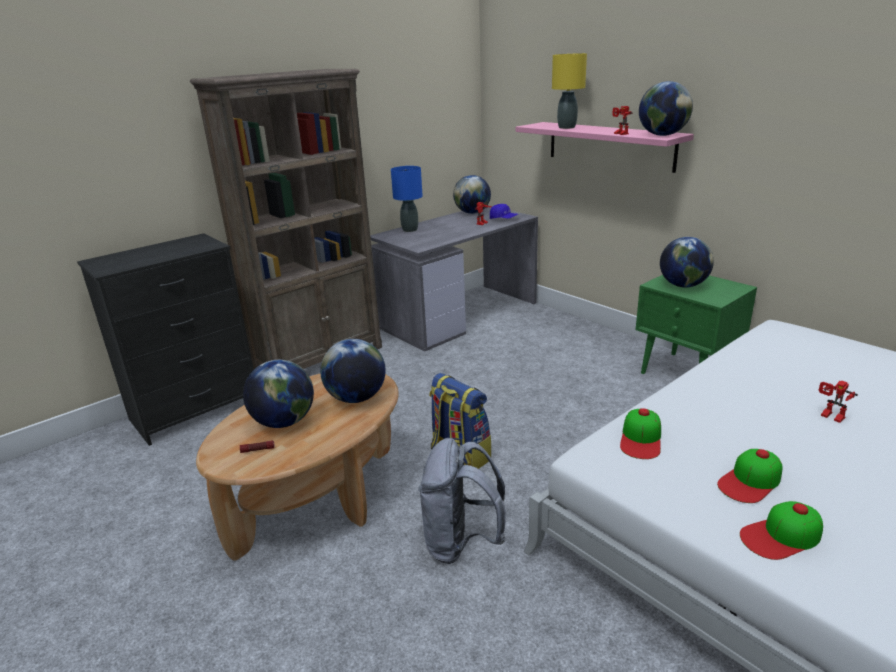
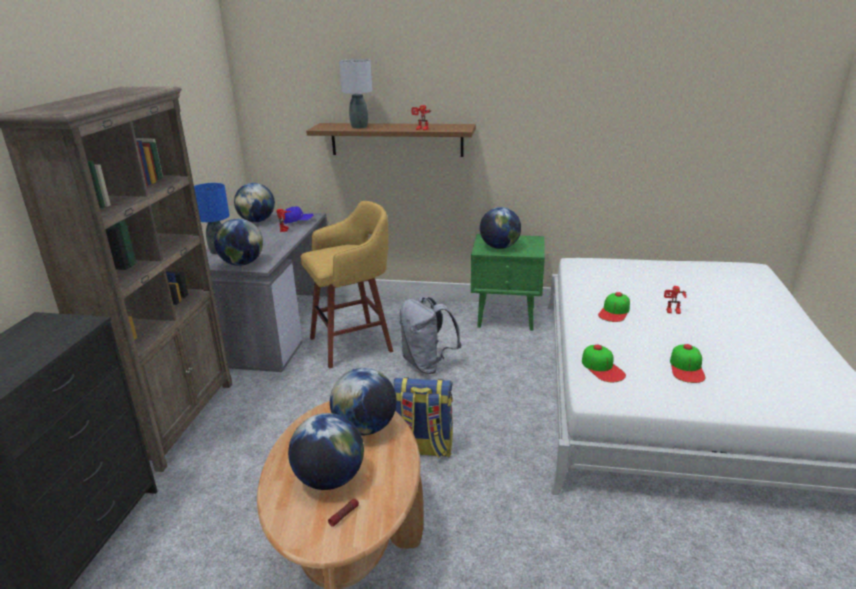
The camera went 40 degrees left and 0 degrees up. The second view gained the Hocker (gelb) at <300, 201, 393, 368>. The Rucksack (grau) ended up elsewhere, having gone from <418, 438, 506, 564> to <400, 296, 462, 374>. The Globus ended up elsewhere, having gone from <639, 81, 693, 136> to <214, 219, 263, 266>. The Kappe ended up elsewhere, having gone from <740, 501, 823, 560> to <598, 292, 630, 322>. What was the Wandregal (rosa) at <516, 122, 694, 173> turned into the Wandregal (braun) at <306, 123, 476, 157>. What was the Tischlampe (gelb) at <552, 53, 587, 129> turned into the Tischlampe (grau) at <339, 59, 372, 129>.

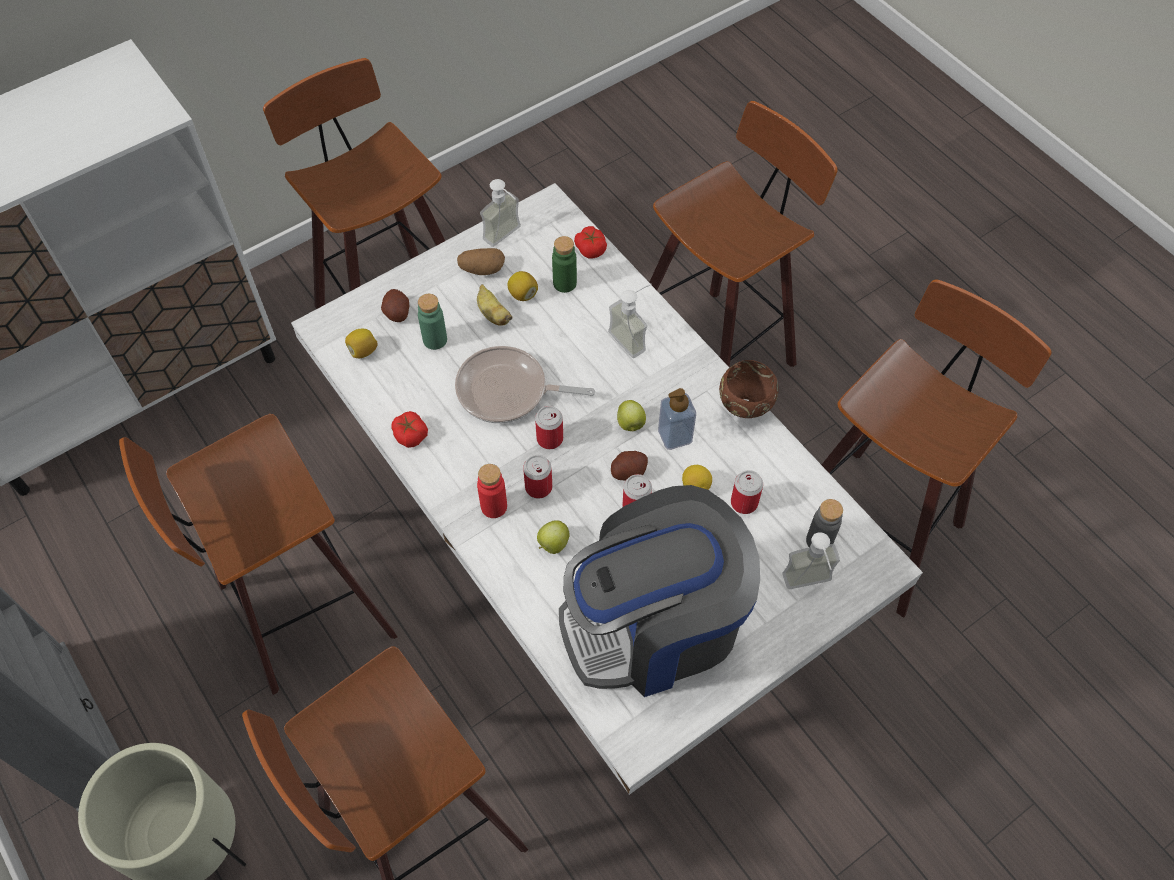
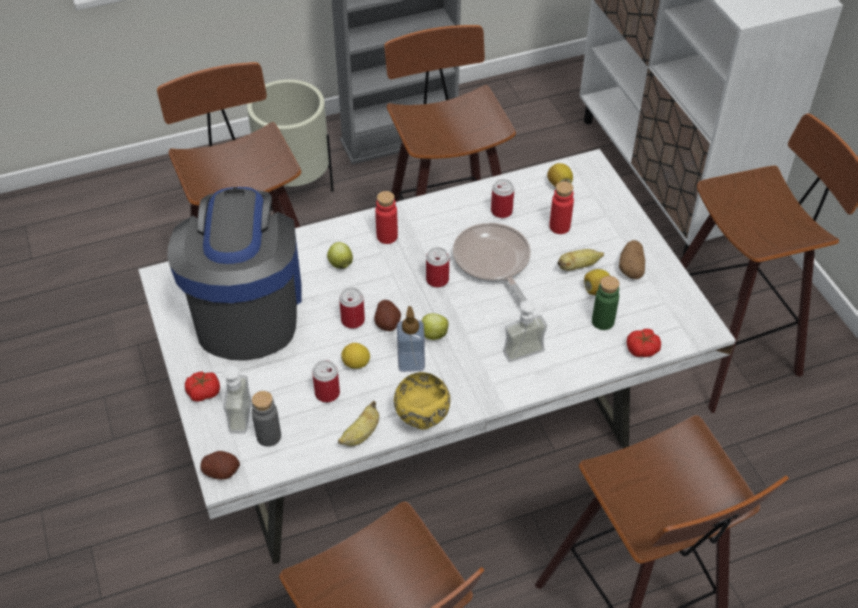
The camera went 105 degrees right and 10 degrees down. The second view lost the Seifenspender at <480, 179, 521, 247>. The second view gained the Banane at <338, 401, 379, 446>. The Kartoffel ended up elsewhere, having gone from <381, 289, 409, 322> to <200, 451, 240, 480>. The Tomate ended up elsewhere, having gone from <391, 411, 428, 448> to <185, 371, 220, 402>. The Dose ended up elsewhere, having gone from <523, 455, 552, 499> to <491, 179, 514, 218>. What was the Flasche (grün) at <418, 294, 447, 350> turned into the Flasche (rot) at <549, 181, 574, 234>. What was the Schüssel (braun) at <719, 360, 779, 418> turned into the Schüssel (gelb) at <394, 372, 450, 430>. The Pfanne at <455, 346, 595, 423> ended up facing another way, 45 degrees counterclockwise from before.

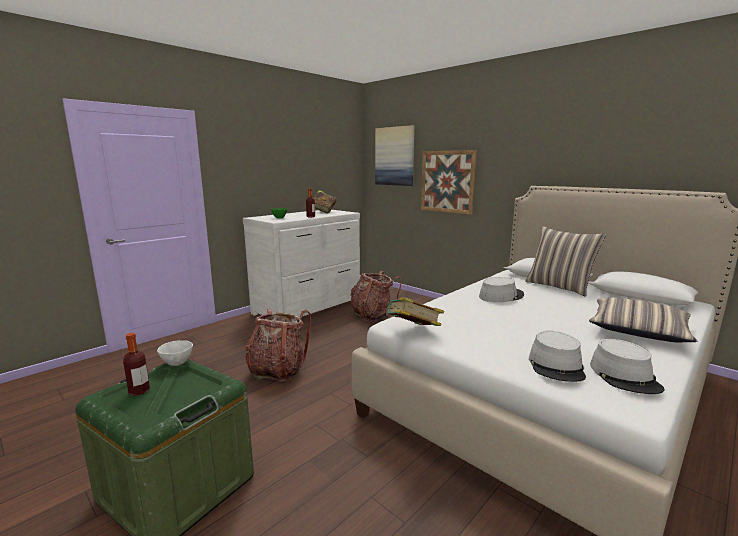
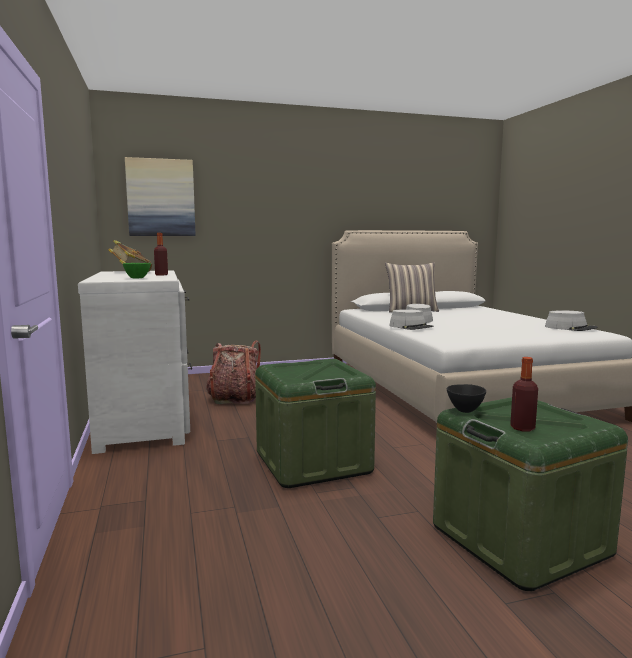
The camera went 60 degrees left and 5 degrees down. The second view lost the Buch at <386, 297, 444, 326>. The second view lost the Bild at <421, 150, 477, 215>. The second view lost the Kissen at <589, 297, 697, 342>. The Hut (grau) ended up elsewhere, having gone from <529, 331, 586, 382> to <389, 309, 434, 330>. Where the Rucksack stood at <246, 309, 311, 382>, the Aufbewahrungsbox (grün) came to stand at <255, 359, 376, 488>. What was the Schüssel (weiß) at <157, 340, 193, 366> turned into the Schüssel (schwarz) at <447, 384, 486, 413>.

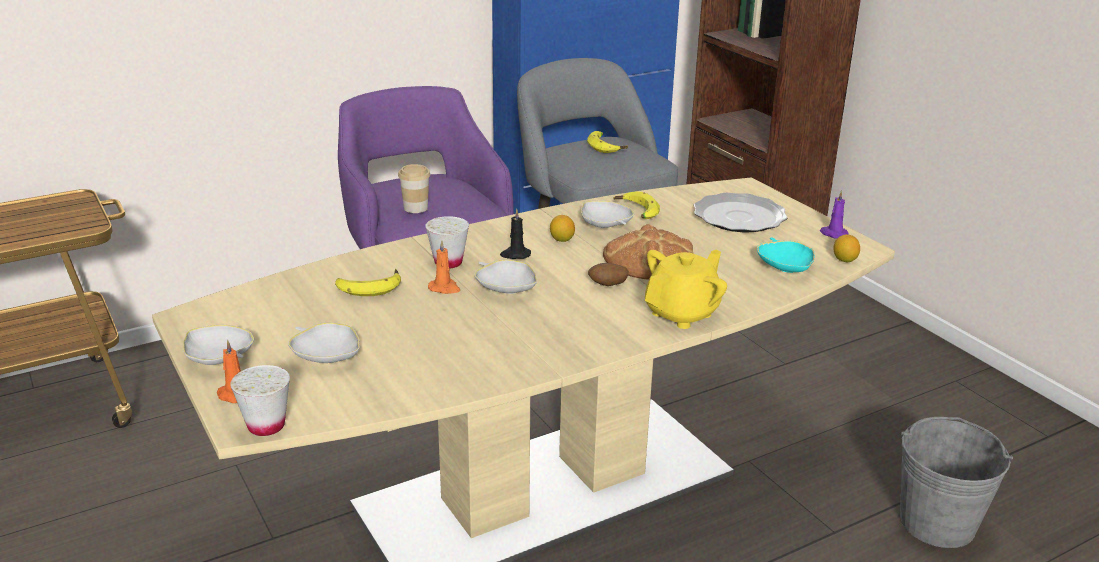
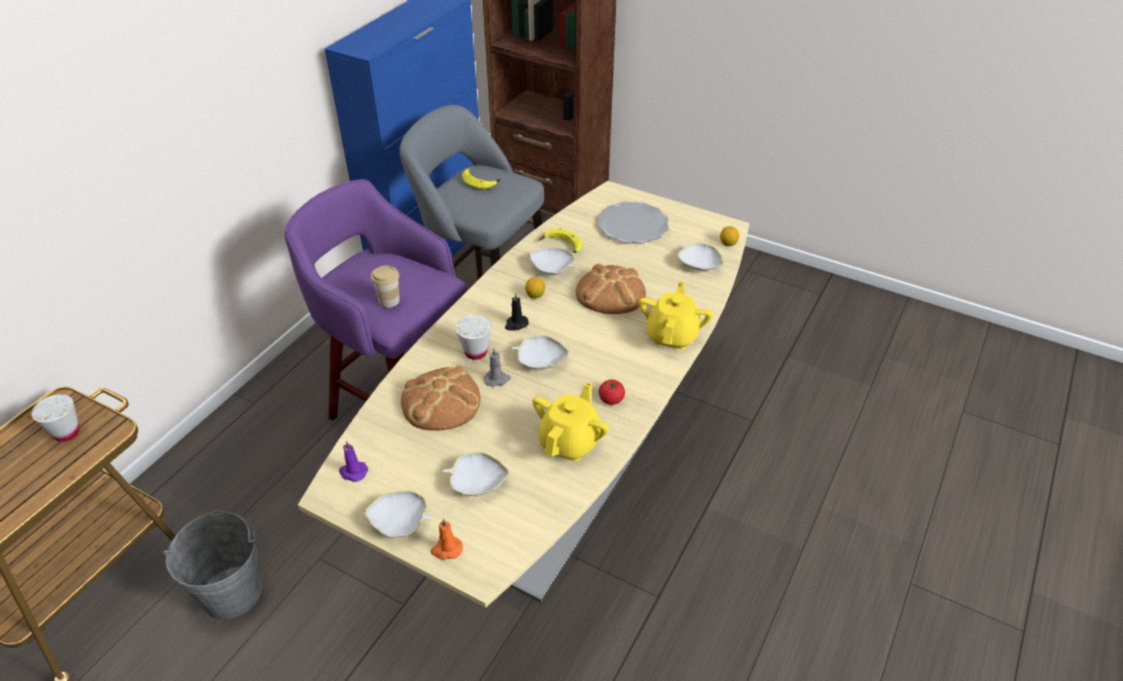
The camera went 30 degrees left and 15 degrees up. The second view lost the Kartoffel at <588, 263, 629, 286>. The second view gained the Teekanne (gelb) at <532, 382, 609, 461>. The second view gained the Tomate at <599, 379, 625, 405>. The Tasse (weiß) ended up elsewhere, having gone from <230, 365, 290, 436> to <32, 394, 79, 442>. The Kerze (lila) ended up elsewhere, having gone from <820, 190, 849, 239> to <339, 441, 368, 482>. The Eimer (grau) ended up elsewhere, having gone from <900, 417, 1013, 548> to <163, 510, 262, 619>. Where the Banane stood at <335, 269, 401, 296>, the Brot came to stand at <401, 366, 480, 431>. What was the Kerze (orange) at <428, 240, 460, 294> turned into the Kerze (grau) at <484, 348, 511, 387>. What was the Schüssel (türkis) at <757, 237, 815, 273> turned into the Schüssel (weiß) at <678, 242, 723, 271>.

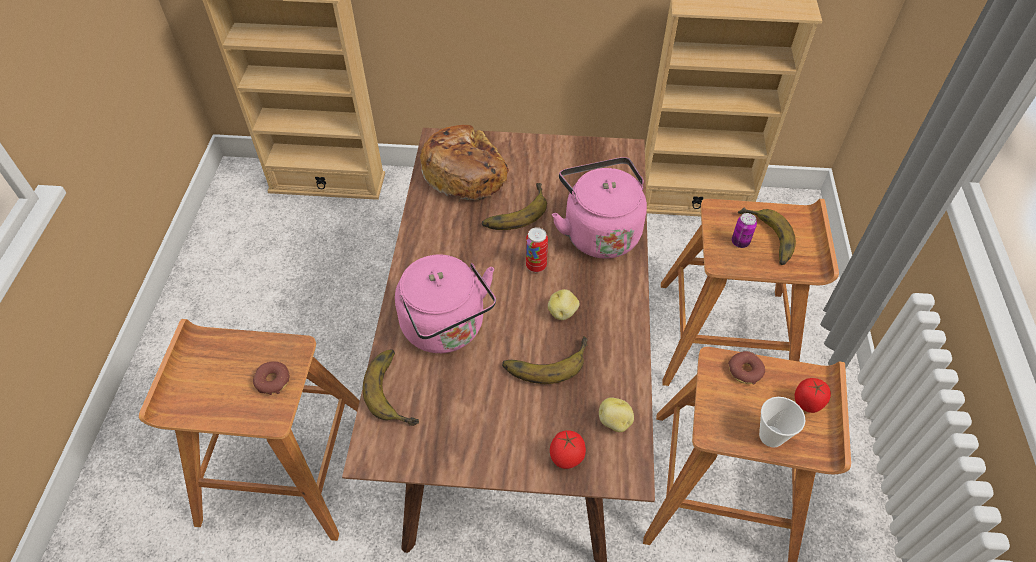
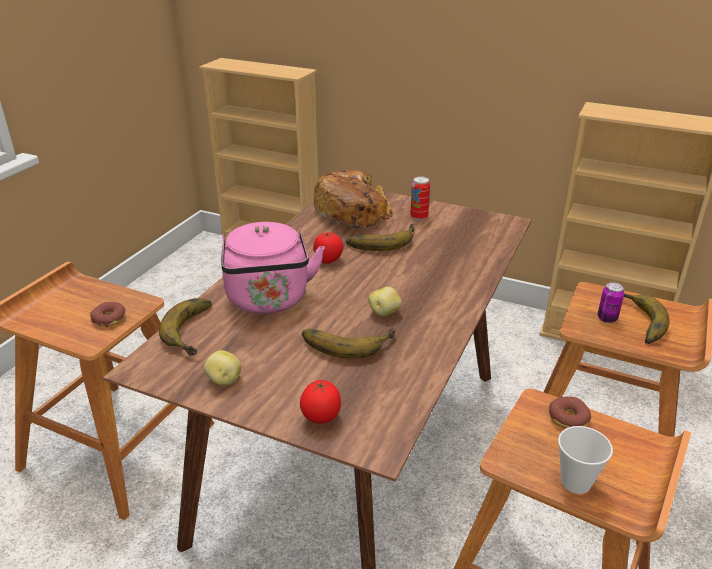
The camera went 20 degrees right and 20 degrees down. The second view lost the Wasserkessel (rosa) at <552, 157, 647, 259>. The Dose ended up elsewhere, having gone from <526, 227, 548, 272> to <410, 176, 430, 220>. The Kartoffel ended up elsewhere, having gone from <599, 397, 634, 432> to <204, 350, 241, 386>. The Tomate ended up elsewhere, having gone from <795, 378, 831, 413> to <313, 232, 344, 264>.

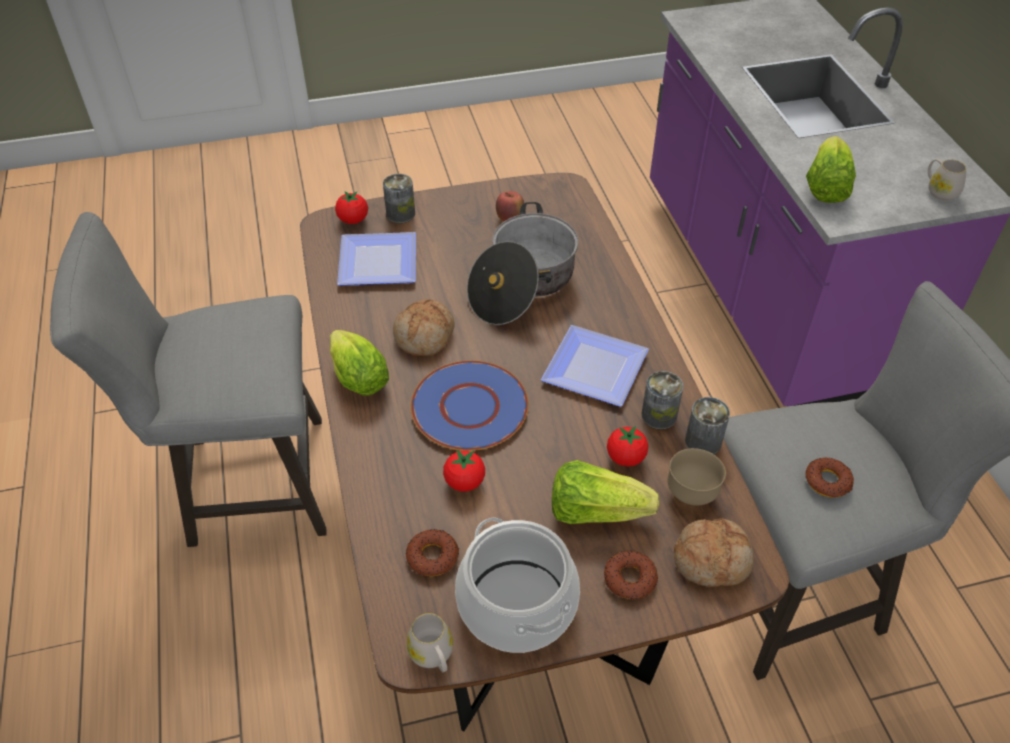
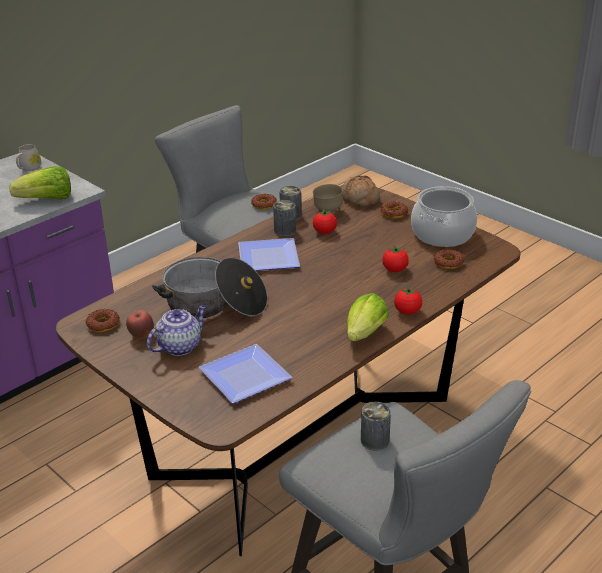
The camera went 120 degrees left and 15 degrees down. The second view lost the Brot at <393, 299, 455, 356>. The second view lost the Henkelbecher (weiß) at <407, 613, 453, 672>. The second view lost the Teller (blau) at <411, 361, 528, 451>. The second view lost the Salatkopf at <552, 460, 659, 524>. The second view gained the Donut at <86, 309, 119, 332>. The second view gained the Teekanne at <147, 305, 207, 356>. The Tomate ended up elsewhere, having gone from <335, 191, 368, 224> to <394, 286, 422, 315>. The Dose ended up elsewhere, having gone from <383, 174, 415, 223> to <361, 402, 391, 451>.

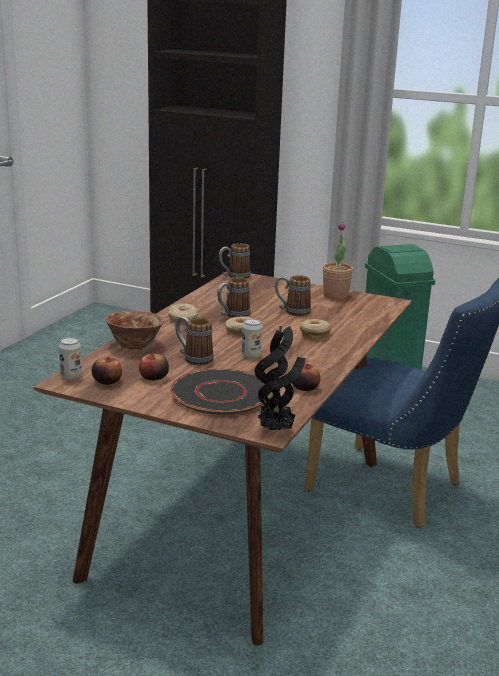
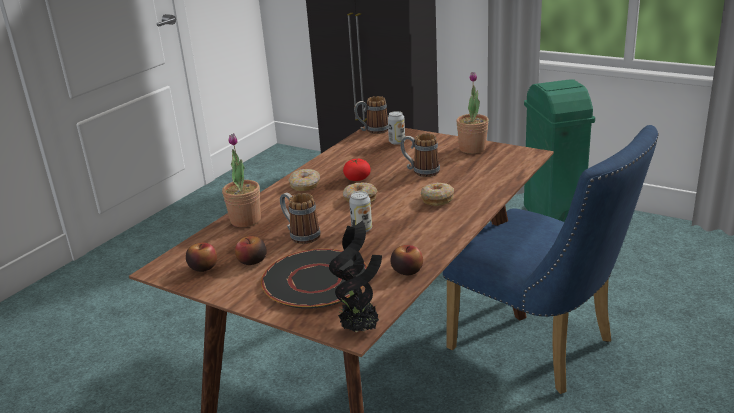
The camera went 10 degrees right and 5 degrees up. The Dose ended up elsewhere, having gone from <59, 337, 82, 380> to <388, 111, 405, 145>. Where the Schüssel stood at <106, 310, 164, 350>, the Topfpflanze came to stand at <222, 133, 261, 227>. Where the Henkelbecher stood at <217, 277, 251, 318>, the Tomate came to stand at <343, 159, 371, 181>.

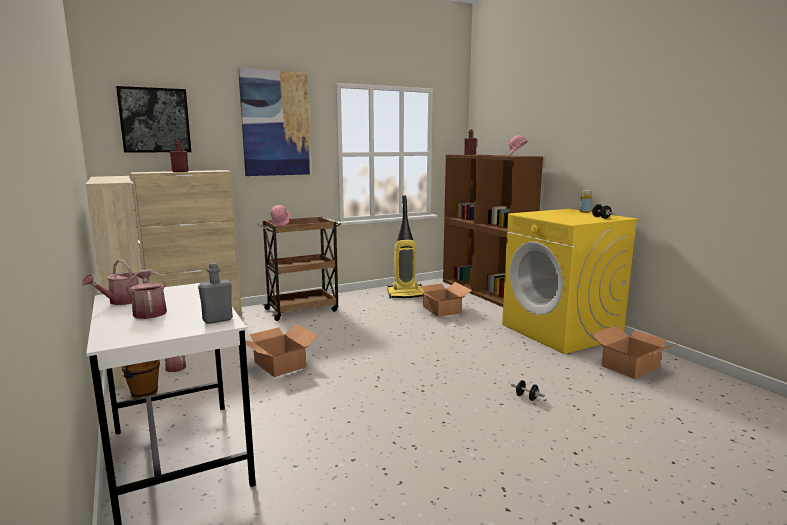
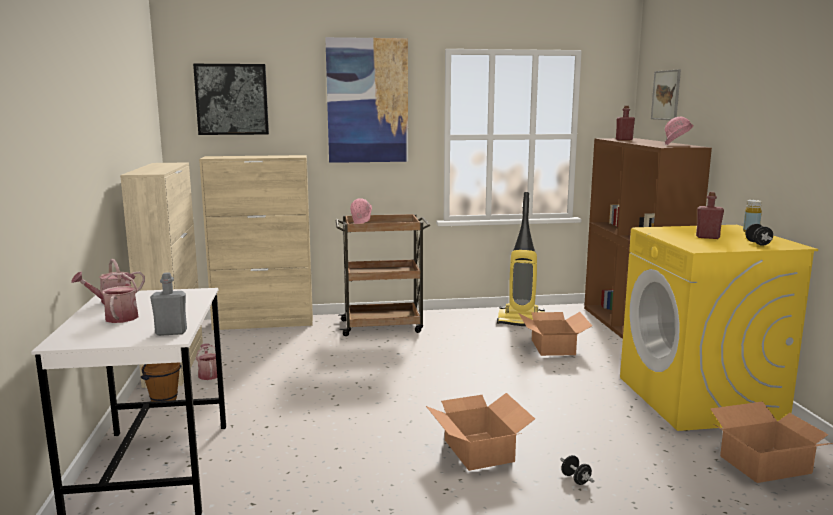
The camera went 20 degrees right and 0 degrees up. The second view gained the Bild at <651, 69, 681, 120>. The Flasche (rot) ended up elsewhere, having gone from <170, 140, 189, 172> to <696, 192, 724, 239>. The Karton ended up elsewhere, having gone from <245, 324, 318, 377> to <426, 393, 535, 471>.

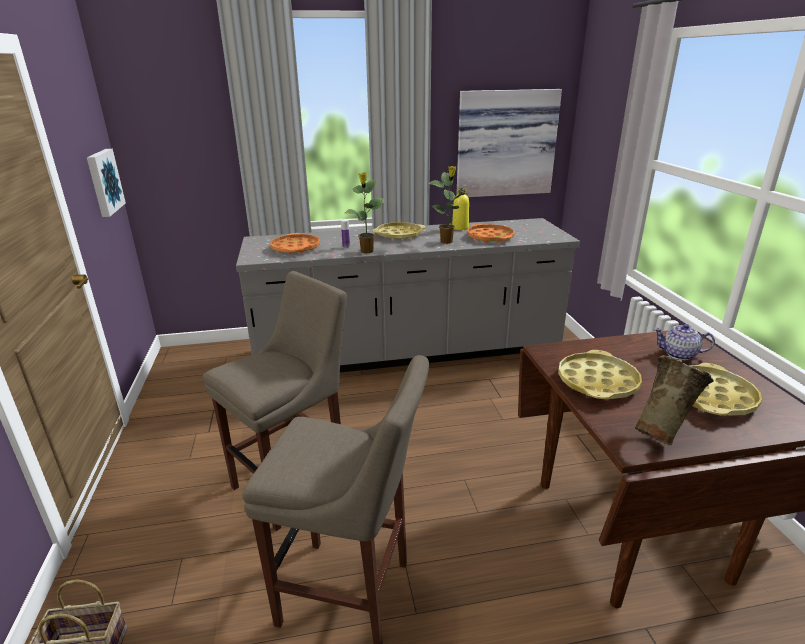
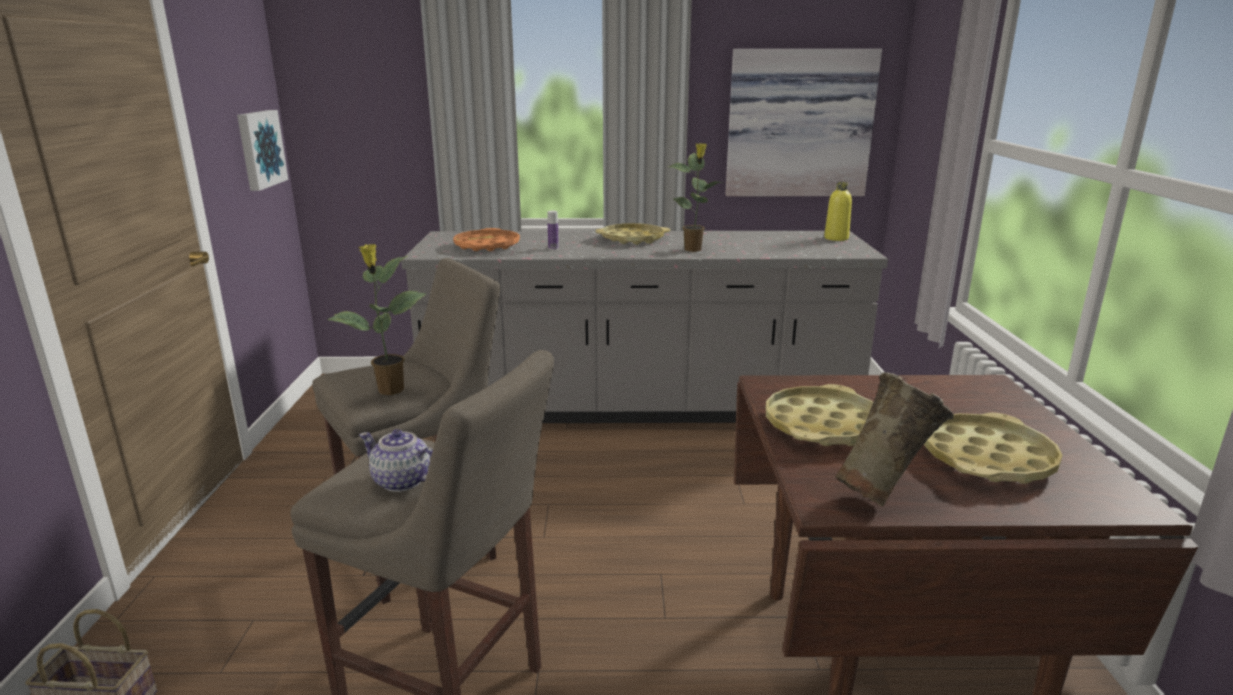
The camera went 10 degrees right and 5 degrees down. The second view lost the Tablett (orange) at <467, 224, 514, 243>. The Topfpflanze ended up elsewhere, having gone from <345, 172, 385, 253> to <327, 244, 427, 395>. The Flasche (gelb) ended up elsewhere, having gone from <452, 188, 469, 230> to <824, 182, 852, 241>. The Teekanne ended up elsewhere, having gone from <654, 324, 715, 360> to <359, 429, 433, 492>.

